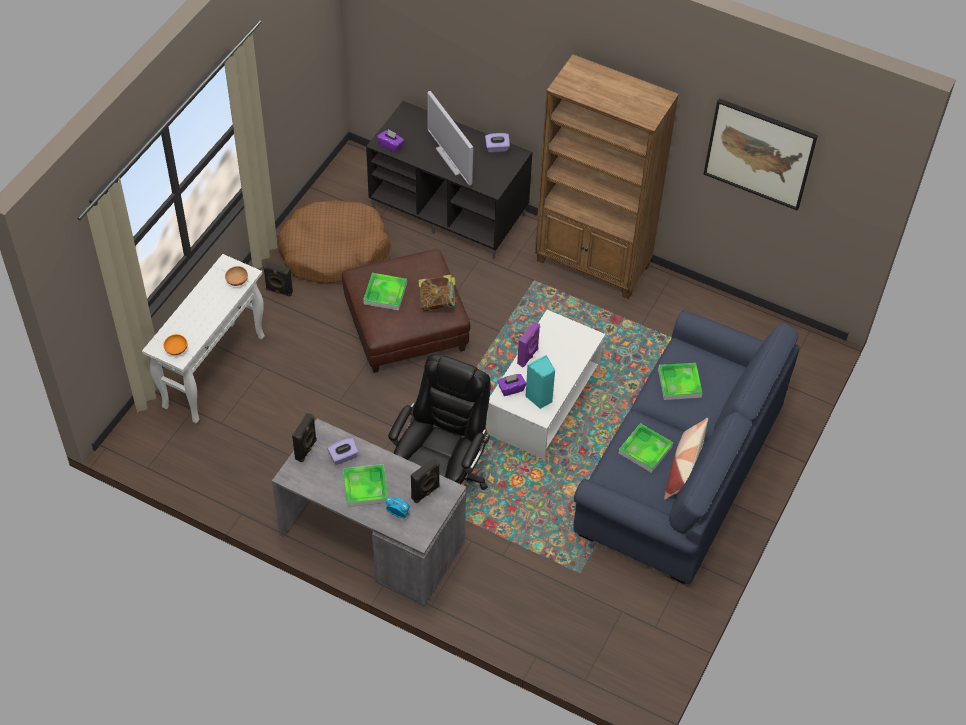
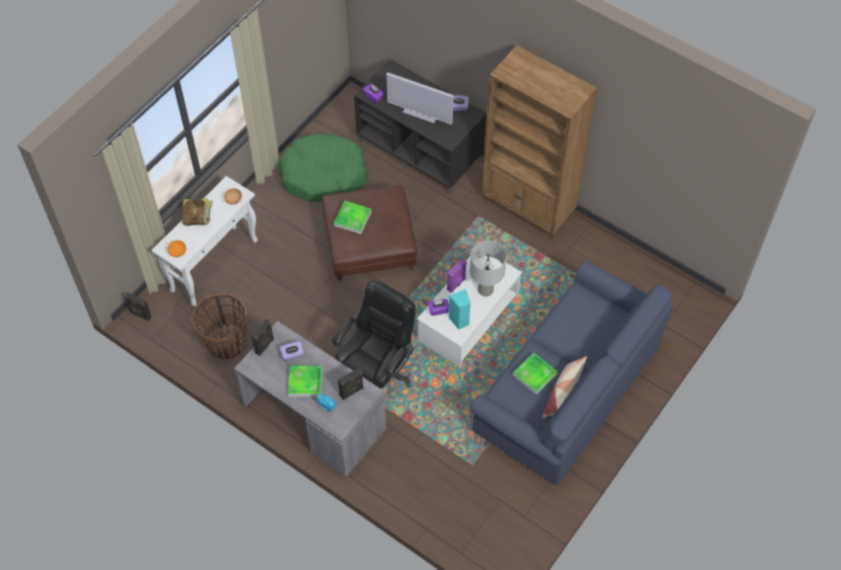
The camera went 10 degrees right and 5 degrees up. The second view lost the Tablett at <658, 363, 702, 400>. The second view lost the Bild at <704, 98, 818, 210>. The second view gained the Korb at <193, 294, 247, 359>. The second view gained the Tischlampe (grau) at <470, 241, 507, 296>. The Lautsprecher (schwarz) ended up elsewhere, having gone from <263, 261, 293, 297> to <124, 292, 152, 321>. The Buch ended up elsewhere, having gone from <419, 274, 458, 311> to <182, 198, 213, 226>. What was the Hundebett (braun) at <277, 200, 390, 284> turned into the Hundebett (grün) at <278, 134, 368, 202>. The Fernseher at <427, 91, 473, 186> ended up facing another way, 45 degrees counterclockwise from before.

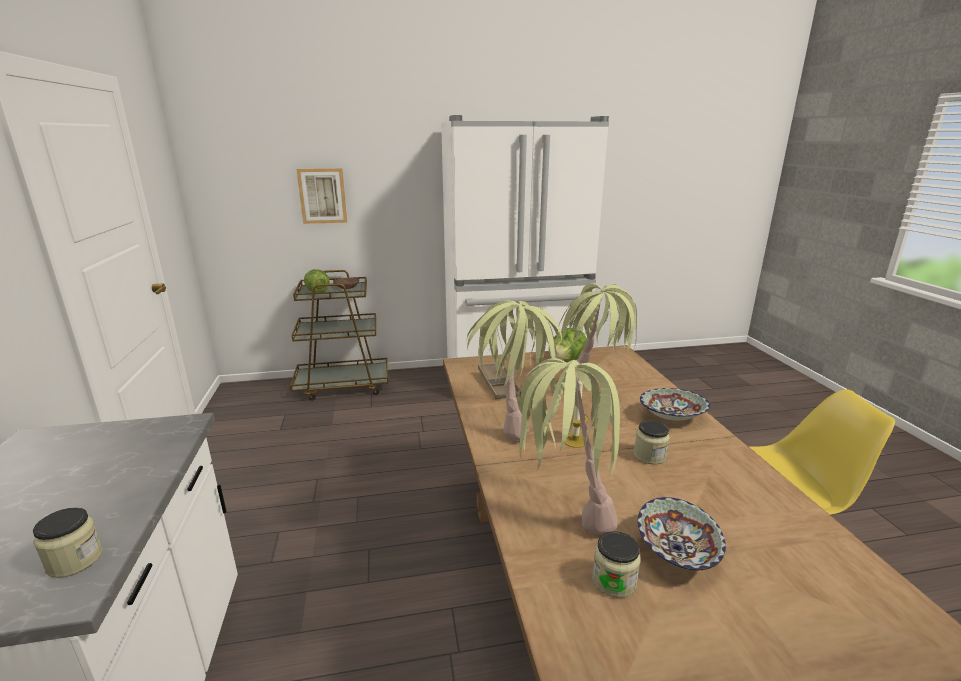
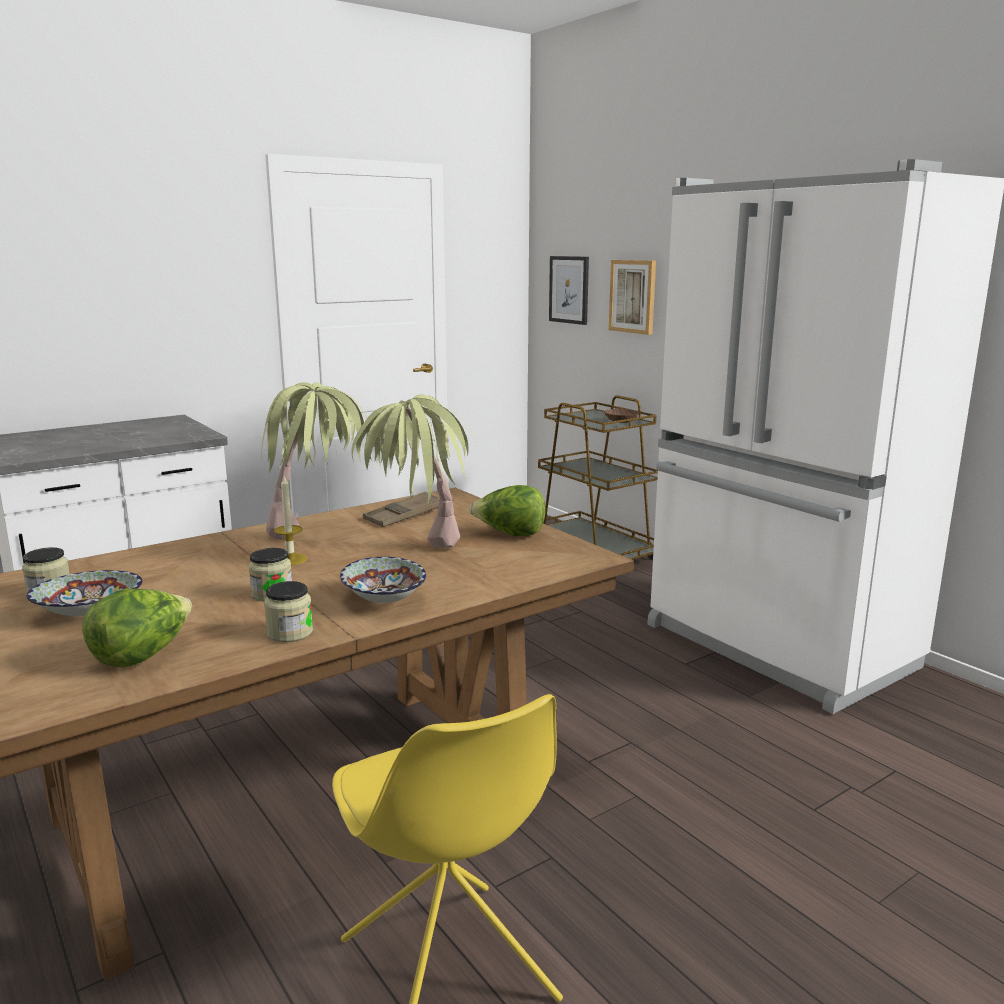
The camera went 65 degrees right and 5 degrees down. The second view lost the Topfpflanze at <517, 358, 627, 534>. The second view gained the Bild at <549, 256, 589, 325>. The Vorratsglas ended up elsewhere, having gone from <33, 507, 103, 578> to <264, 581, 313, 642>. The Salatkopf ended up elsewhere, having gone from <304, 269, 330, 293> to <82, 589, 192, 668>.

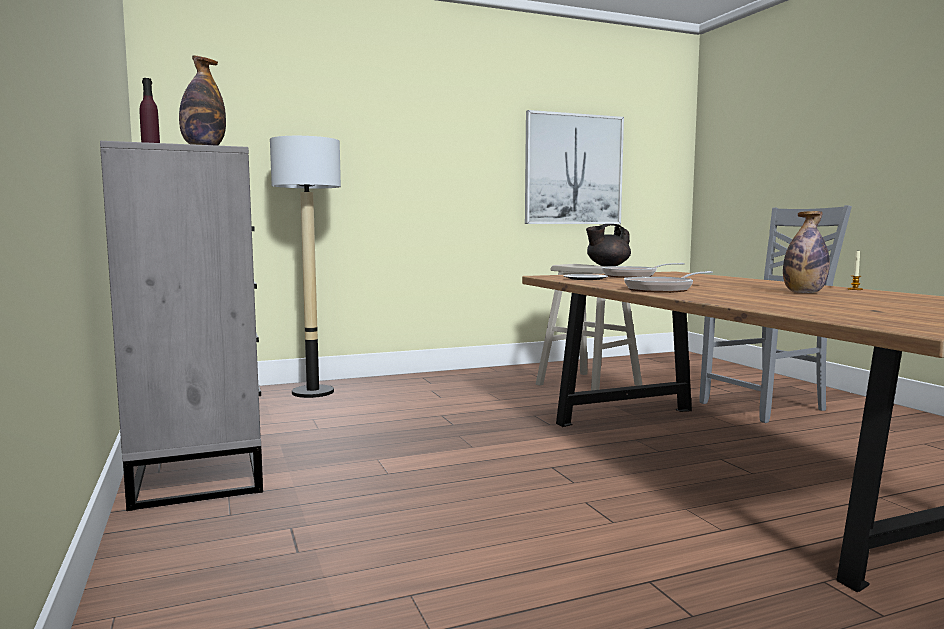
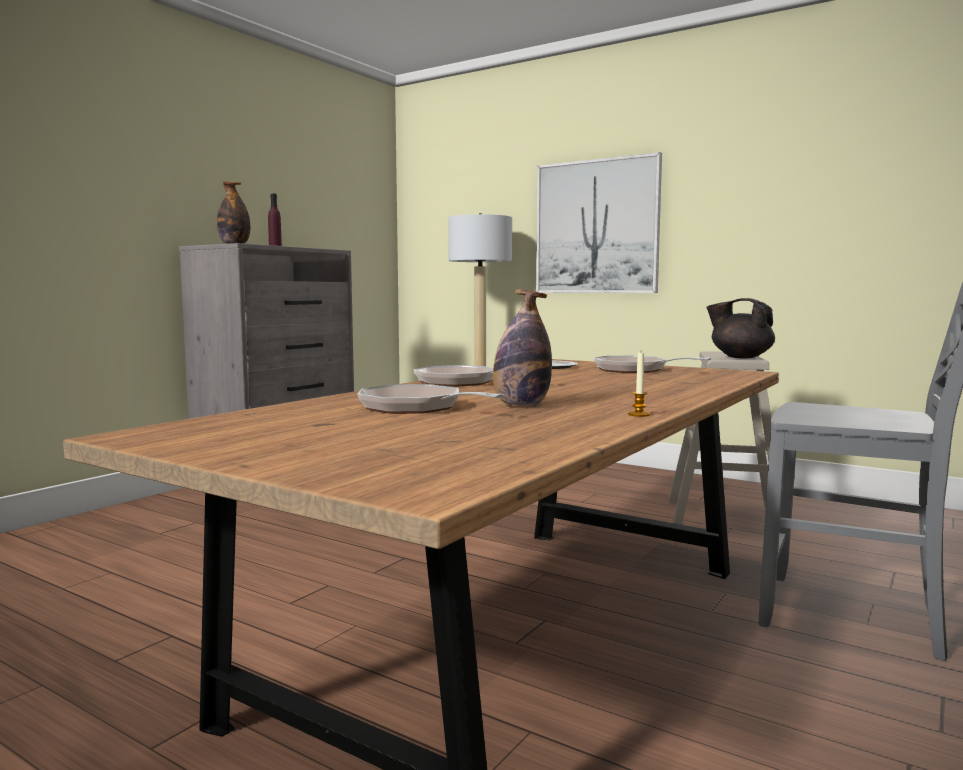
The camera went 55 degrees right and 0 degrees up. The second view gained the Pfanne at <358, 384, 505, 414>. The Bild ended up elsewhere, having gone from <525, 110, 624, 224> to <536, 152, 662, 293>.

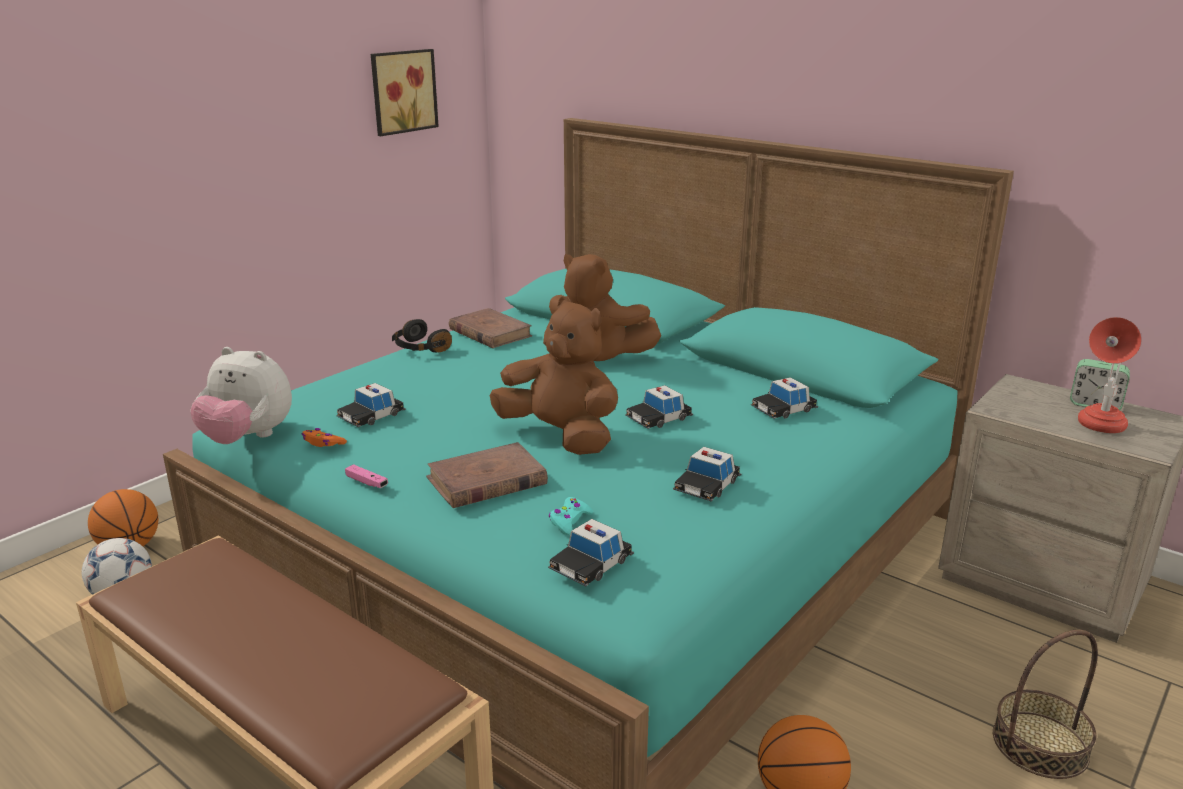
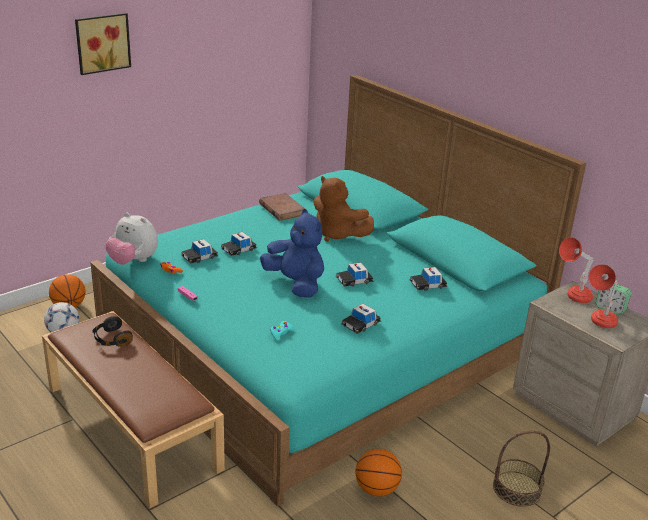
The camera went 10 degrees right and 5 degrees up. The second view lost the Buch (braun) at <426, 442, 548, 508>. The second view gained the Tischlampe (rot) at <559, 237, 594, 303>. The Bild ended up elsewhere, having gone from <371, 49, 439, 136> to <75, 13, 131, 75>. The Kopfhörer (schwarz) ended up elsewhere, having gone from <392, 319, 452, 352> to <93, 316, 133, 347>. The Spielzeugauto ended up elsewhere, having gone from <548, 519, 634, 587> to <221, 232, 257, 256>. What was the Plüschtier (braun) at <490, 296, 618, 455> turned into the Plüschtier (blau) at <260, 209, 324, 298>.

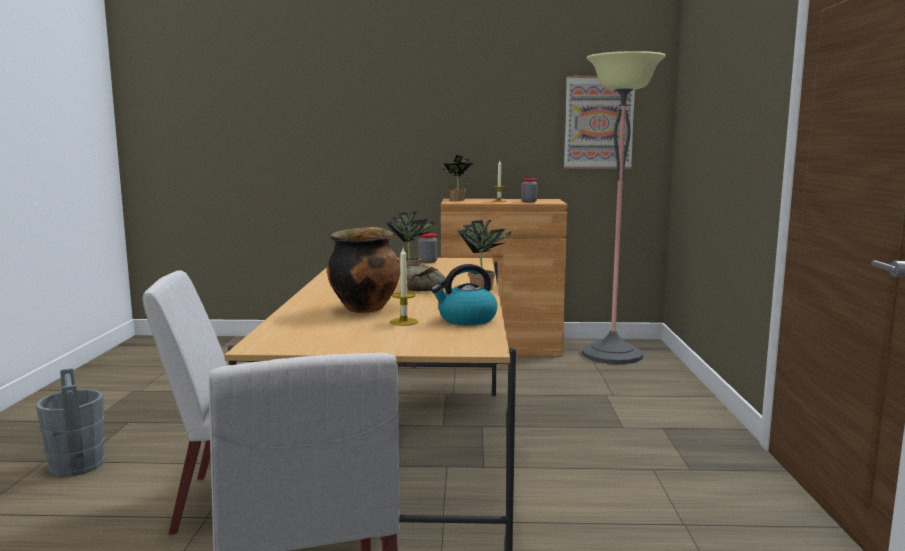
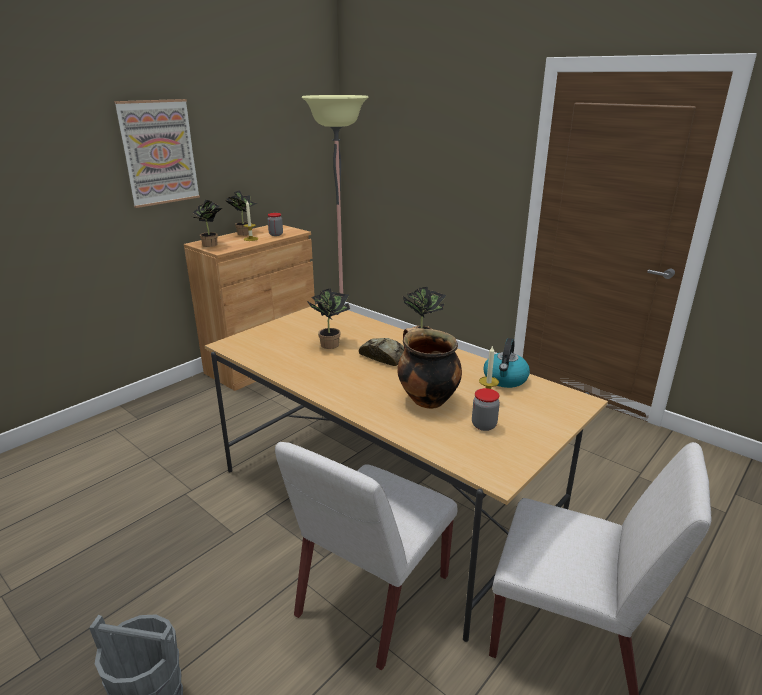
The camera went 50 degrees left and 15 degrees up. The second view gained the Topfpflanze at <226, 190, 257, 235>. The Vorratsglas ended up elsewhere, having gone from <418, 233, 438, 263> to <472, 388, 500, 431>. The Bild ended up elsewhere, having gone from <564, 76, 635, 169> to <114, 99, 200, 208>.

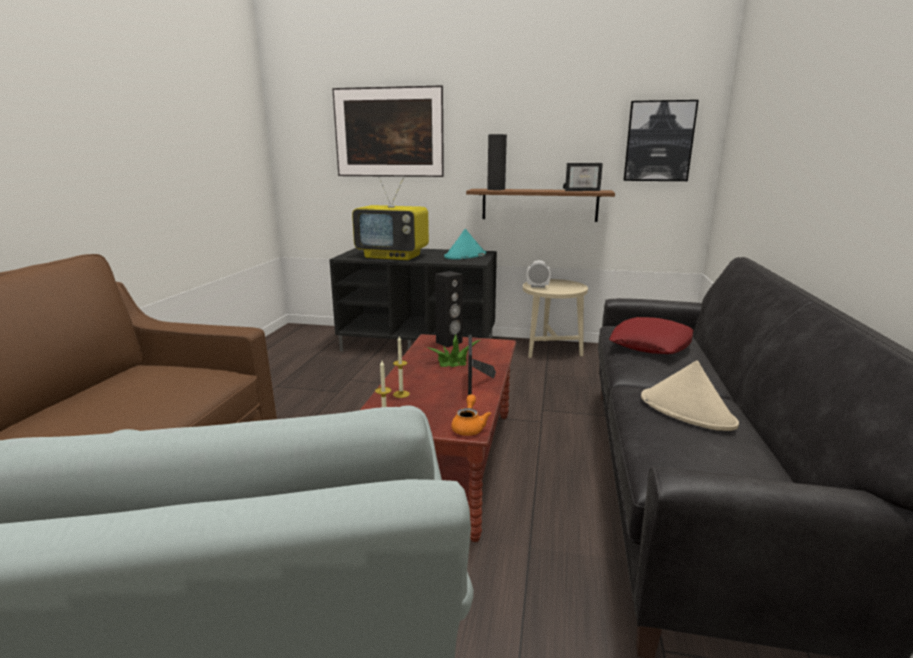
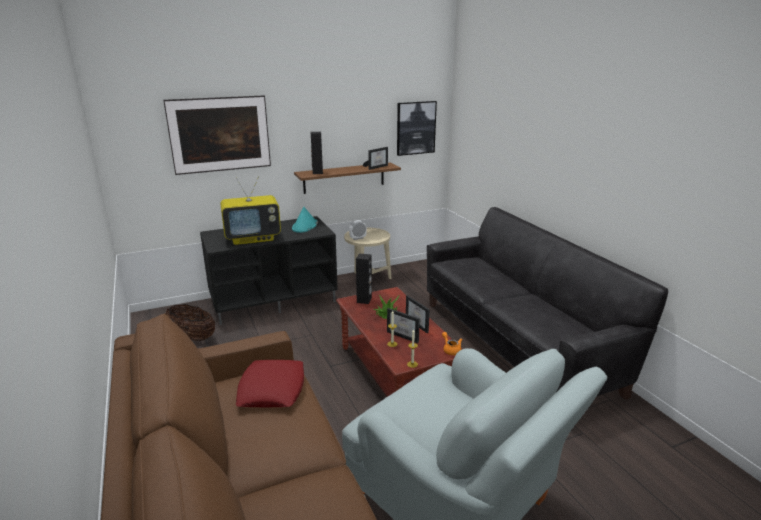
The camera went 35 degrees left and 5 degrees up. The second view lost the Hut (beige) at <641, 360, 739, 431>. The second view gained the Korb at <166, 304, 215, 341>. The second view gained the Bilderrahmen at <387, 308, 420, 343>. The Kissen (rot) ended up elsewhere, having gone from <609, 317, 694, 354> to <236, 360, 304, 407>.

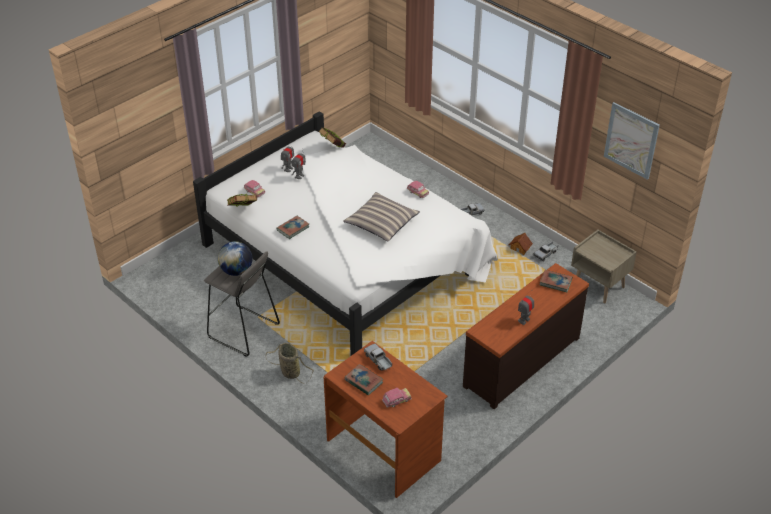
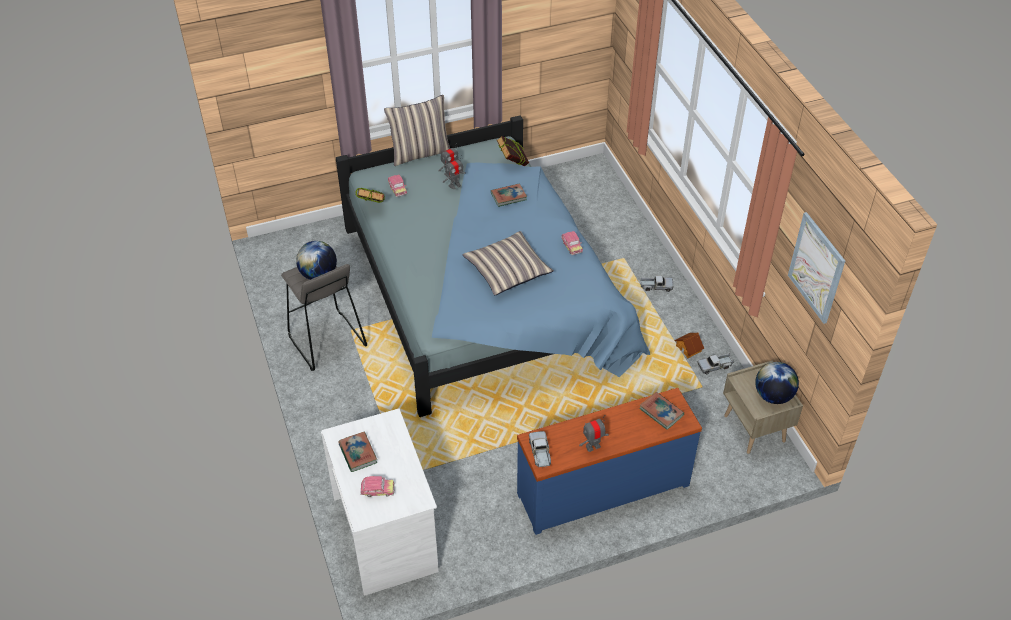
The camera went 25 degrees right and 5 degrees up. The second view lost the Korb at <266, 343, 314, 384>. The second view gained the Kissen at <384, 95, 450, 166>. The second view gained the Globus at <755, 362, 799, 404>. The Buch ended up elsewhere, having gone from <276, 216, 309, 239> to <491, 183, 527, 207>. The Spielzeuglaster ended up elsewhere, having gone from <364, 344, 392, 370> to <529, 431, 551, 467>. What was the Bett (weiß) at <193, 111, 498, 356> turned into the Bett (blau) at <336, 115, 650, 417>. What was the Schreibtisch (braun) at <324, 341, 448, 498> turned into the Schreibtisch (weiß) at <321, 409, 439, 596>. What was the Kommode (braun) at <463, 263, 589, 409> turned into the Kommode (blau) at <517, 388, 702, 535>.

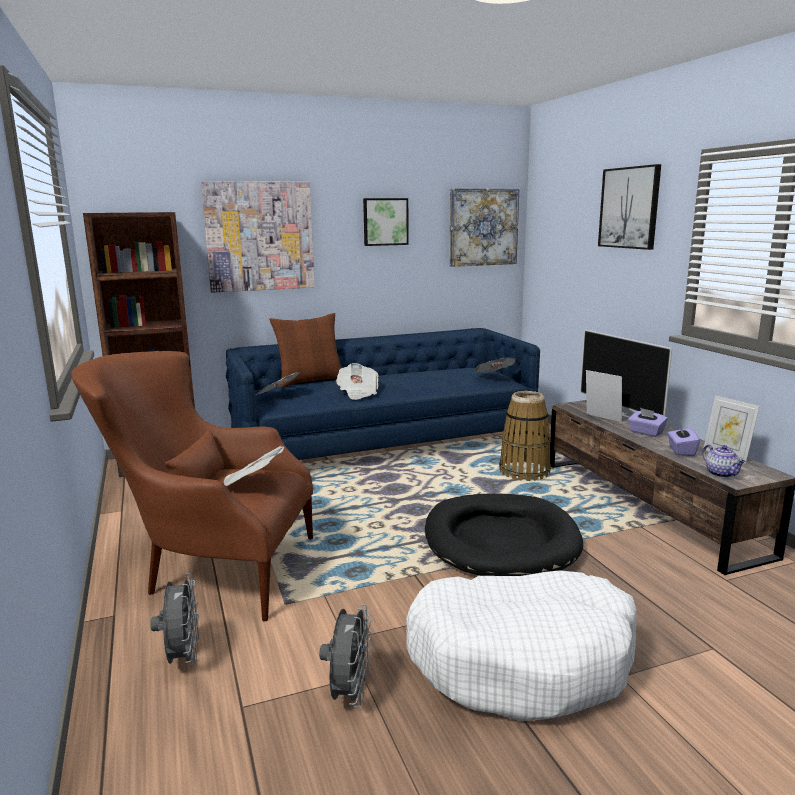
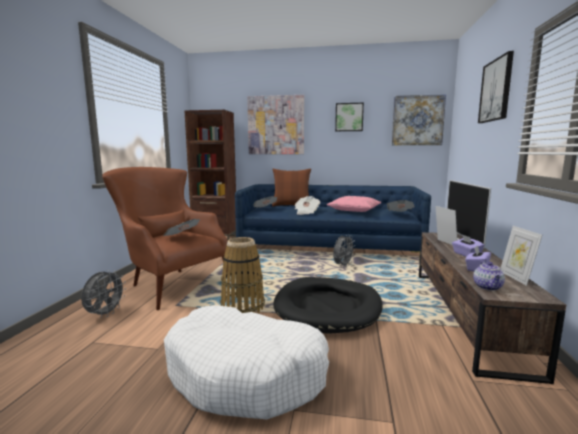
The camera went 30 degrees right and 5 degrees down. The second view gained the Kissen (rosa) at <327, 196, 382, 212>. The Ventilator (grau) ended up elsewhere, having gone from <319, 604, 372, 707> to <333, 235, 356, 267>. The Korb ended up elsewhere, having gone from <499, 391, 551, 481> to <221, 237, 265, 313>.

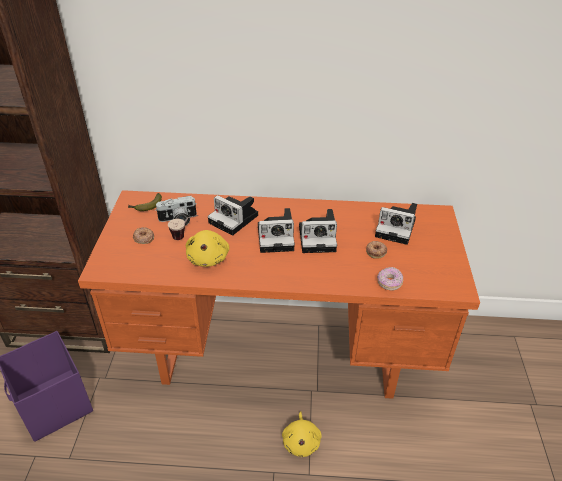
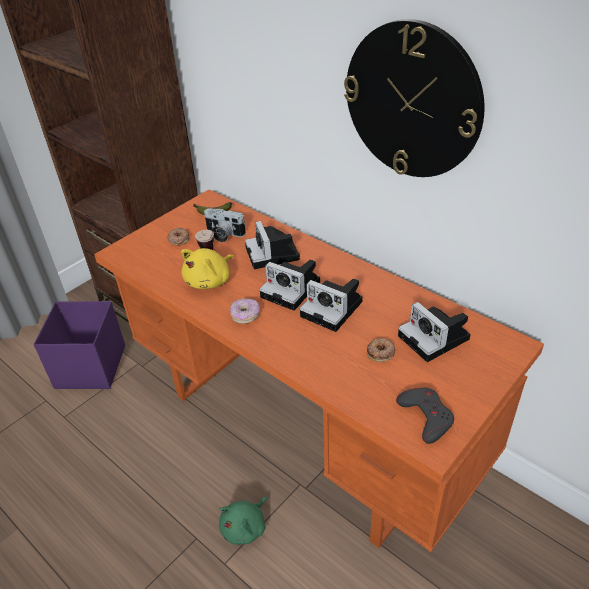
The camera went 40 degrees right and 0 degrees up. The second view gained the Wanduhr at <344, 19, 485, 177>. The second view gained the Gamepad (grau) at <396, 388, 455, 444>. The Donut ended up elsewhere, having gone from <377, 267, 403, 291> to <230, 298, 260, 324>. What was the Plüschtier (gelb) at <282, 411, 322, 457> turned into the Plüschtier (grün) at <219, 497, 269, 545>.

